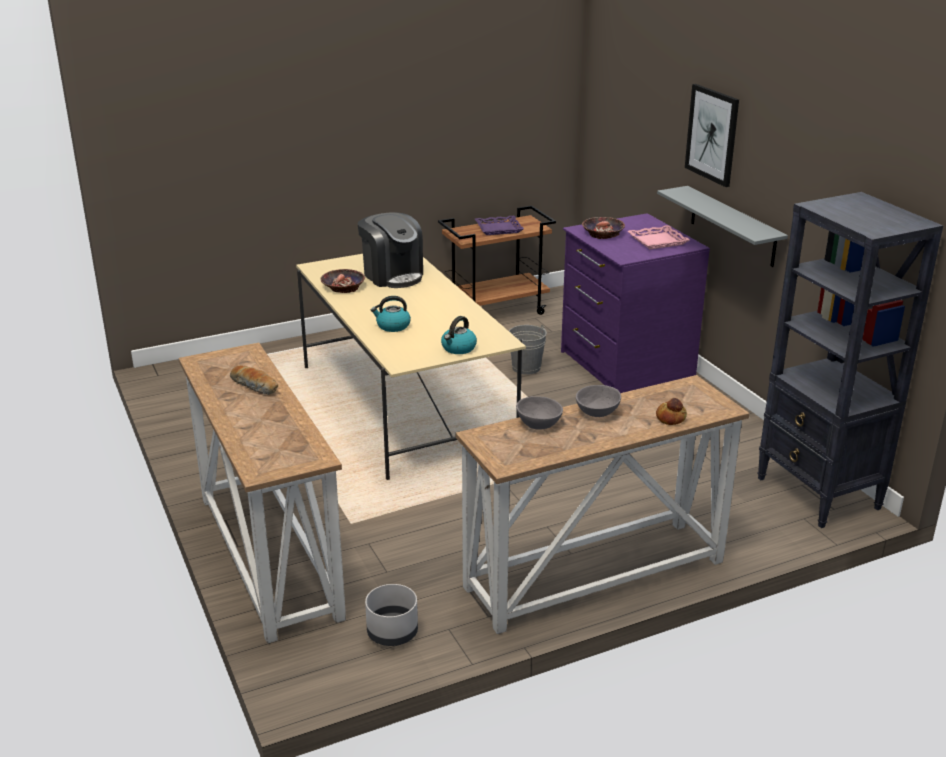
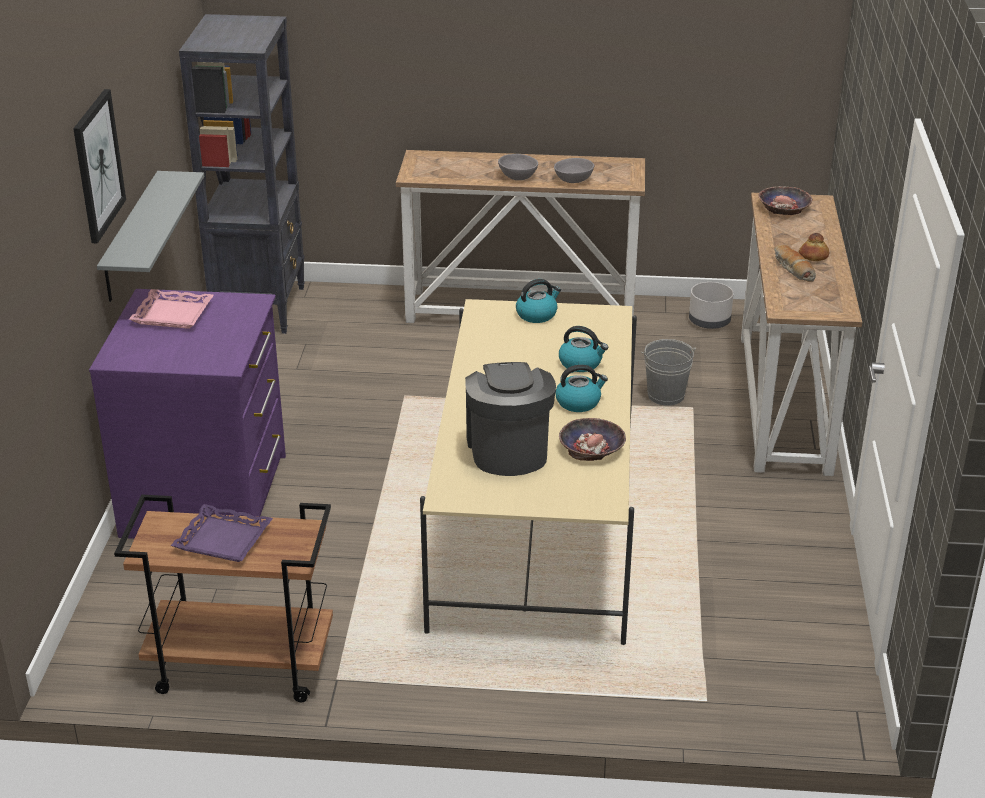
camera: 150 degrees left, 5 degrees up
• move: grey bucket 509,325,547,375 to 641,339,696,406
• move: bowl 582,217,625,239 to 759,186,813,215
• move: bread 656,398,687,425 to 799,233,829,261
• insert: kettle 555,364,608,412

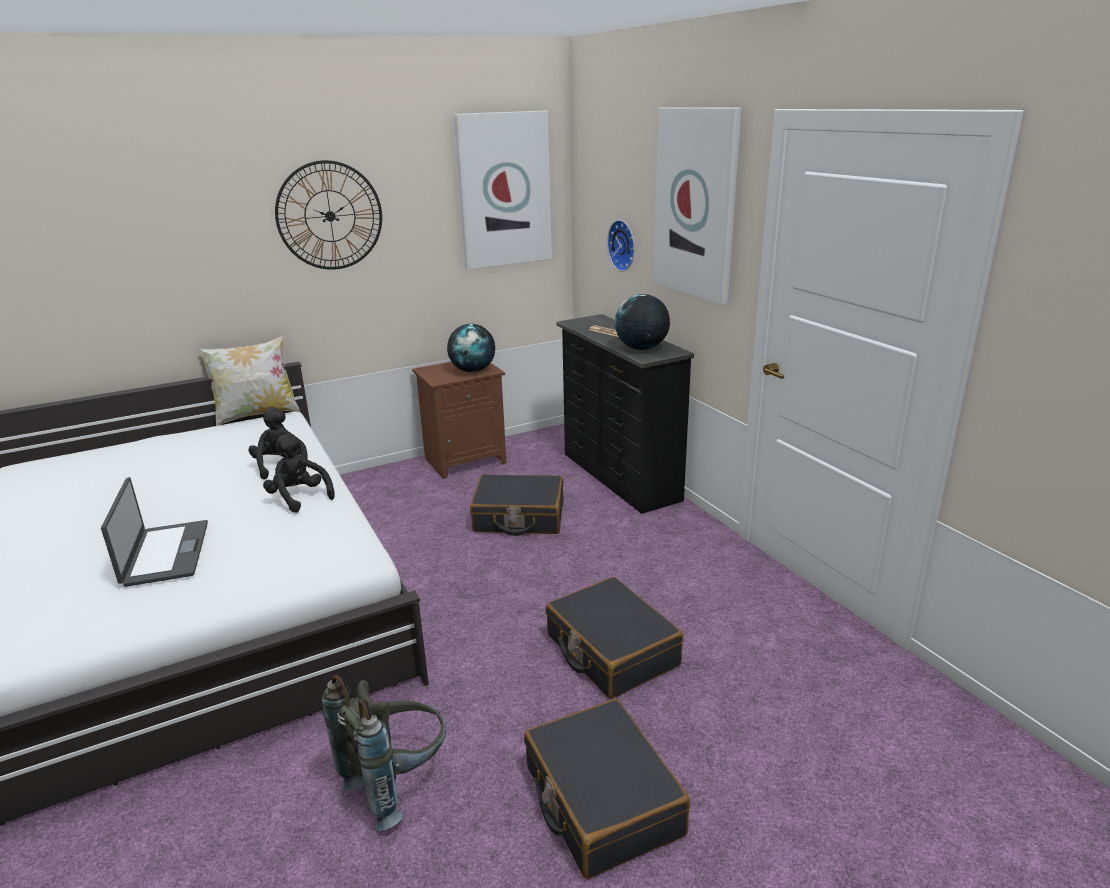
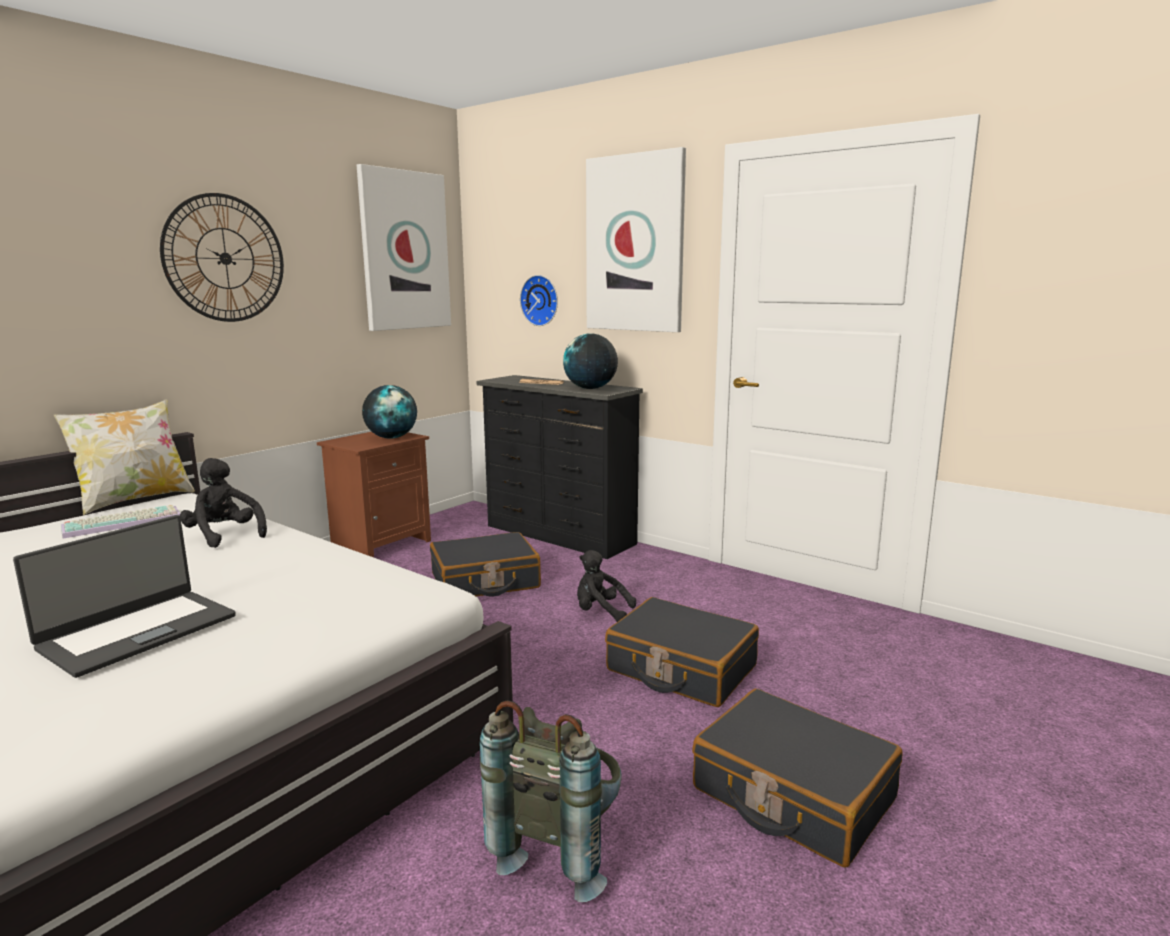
camera: 25 degrees left, 10 degrees down
• rotate: laptop 101,477,208,587 = 13,515,236,678 75 degrees clockwise
• move: black plush toy 263,434,335,513 to 577,550,636,622
• insert: keyboard 61,505,180,539

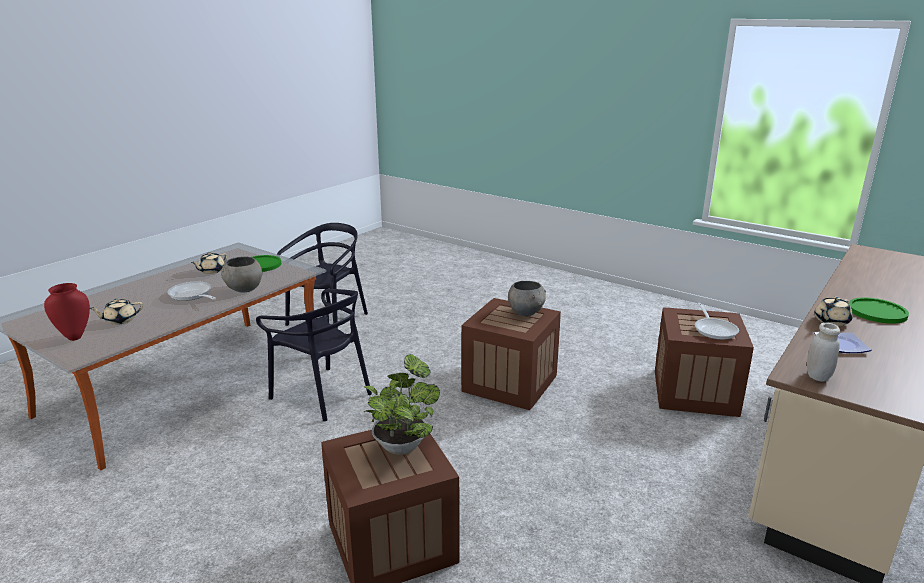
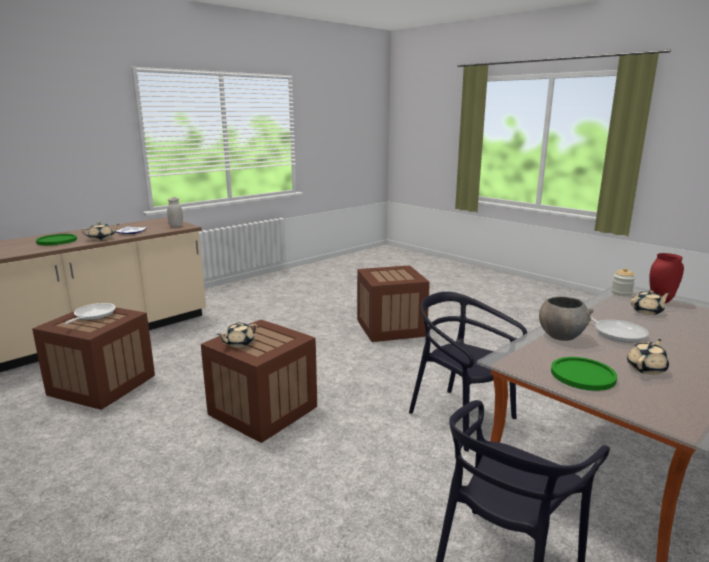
camera: 170 degrees left, 5 degrees down
• delete: potted plant 363,354,440,455
• replace: grey bowl 508,281,546,316 to beige teapot 217,322,257,348
• insert: jar 611,268,635,296

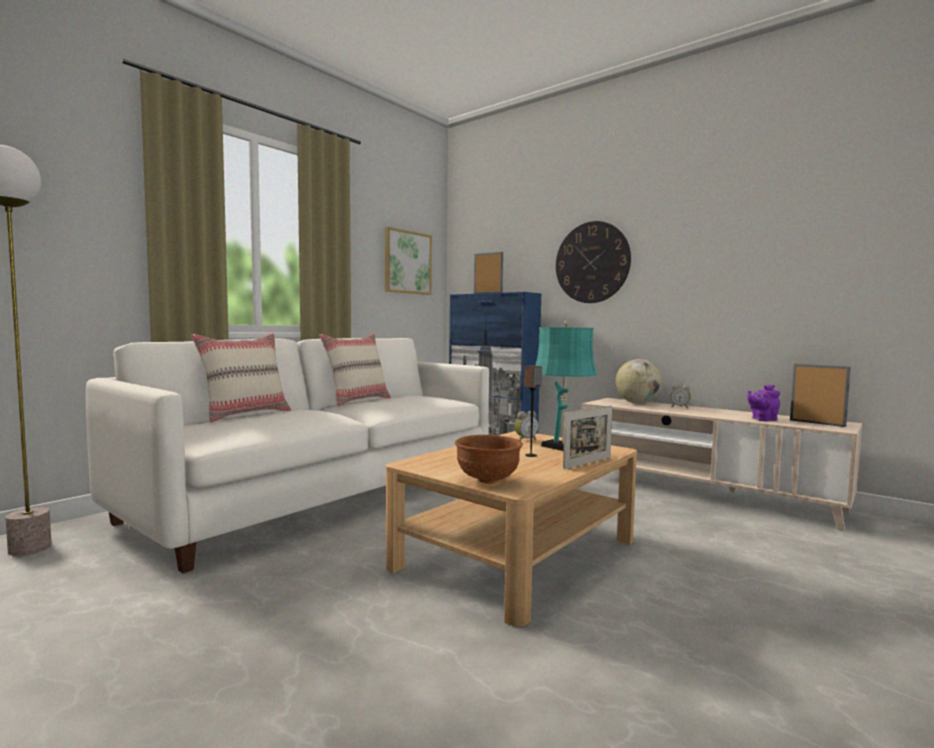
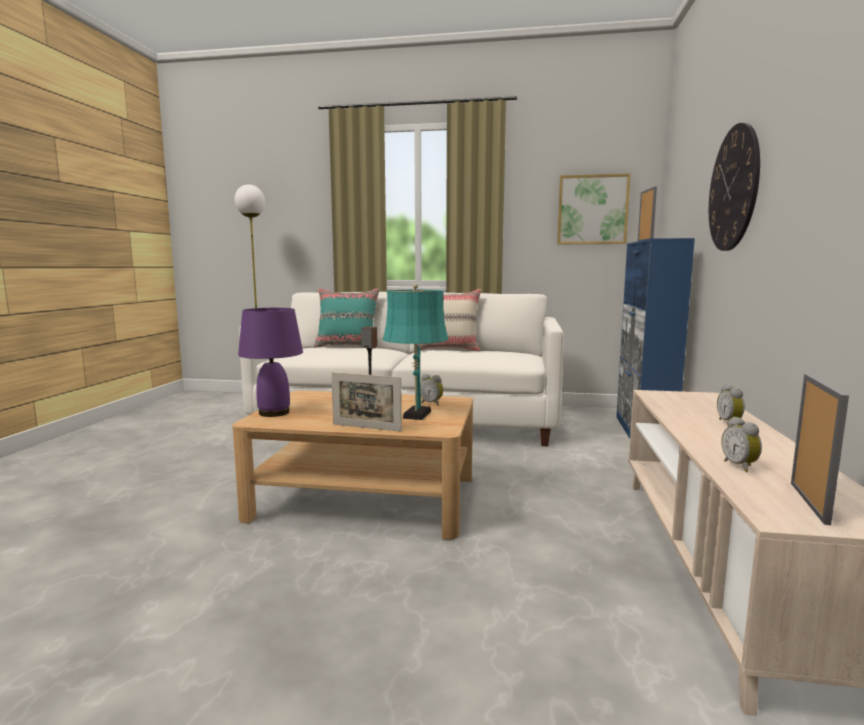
camera: 60 degrees right, 5 degrees up
• recolor: beige pillow 191,333,291,422 to turquoise pillow 314,288,380,348
• replace: brown bowl 455,435,523,484 to purple table lamp 238,308,303,417
• delete: globe 615,359,662,404
• replace: purple teapot 747,384,780,421 to alarm clock 722,416,762,472

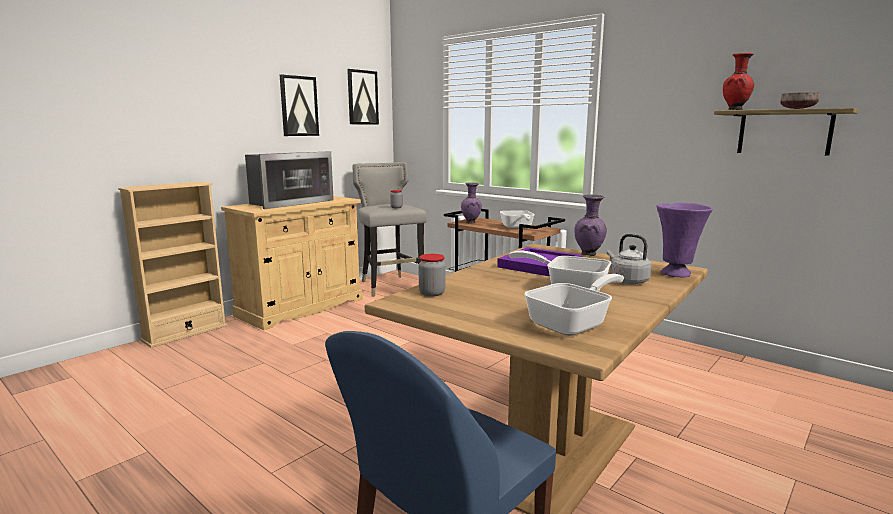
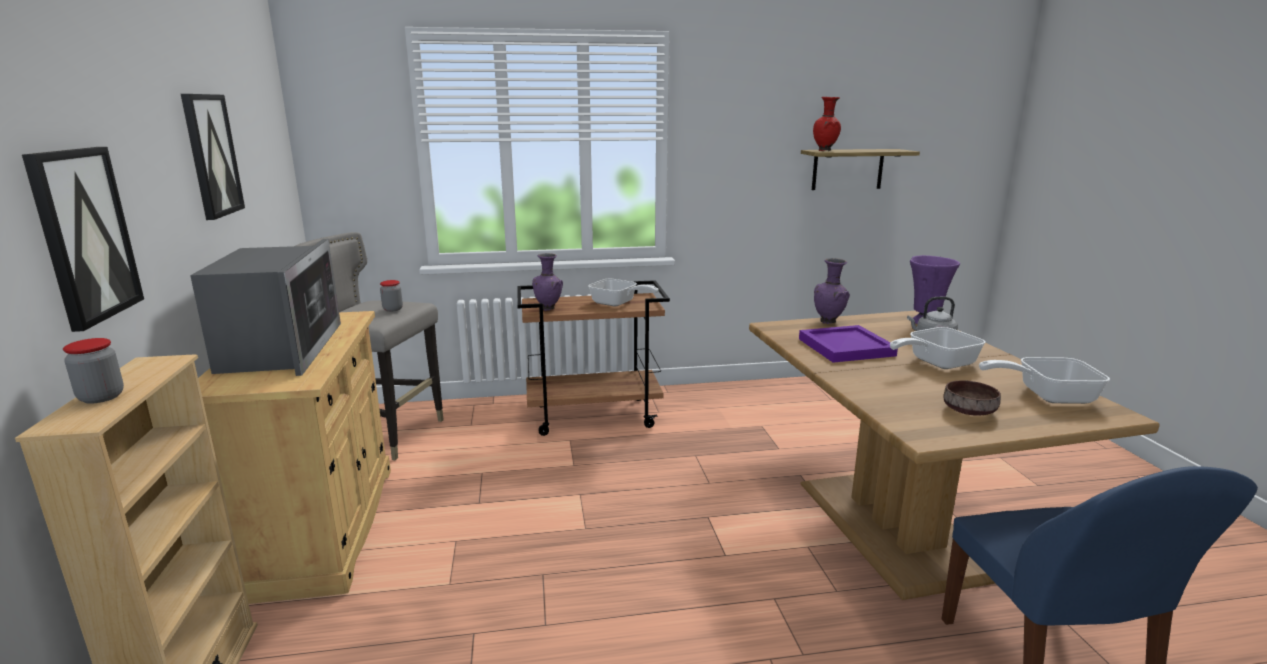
camera: 50 degrees left, 5 degrees up
• move: picture 347,69,379,125 to 22,147,144,332
• move: jar 418,254,446,297 to 63,338,124,404
• rotate: frying pan 524,274,624,336 = 979,357,1110,404 90 degrees counterclockwise
• move: brown bowl 780,92,820,109 to 943,380,1001,416

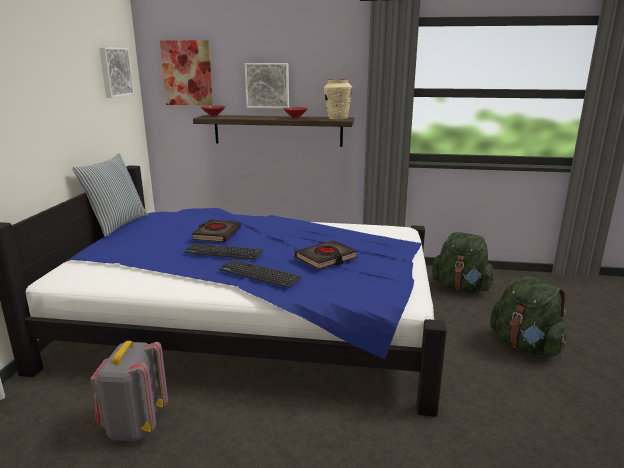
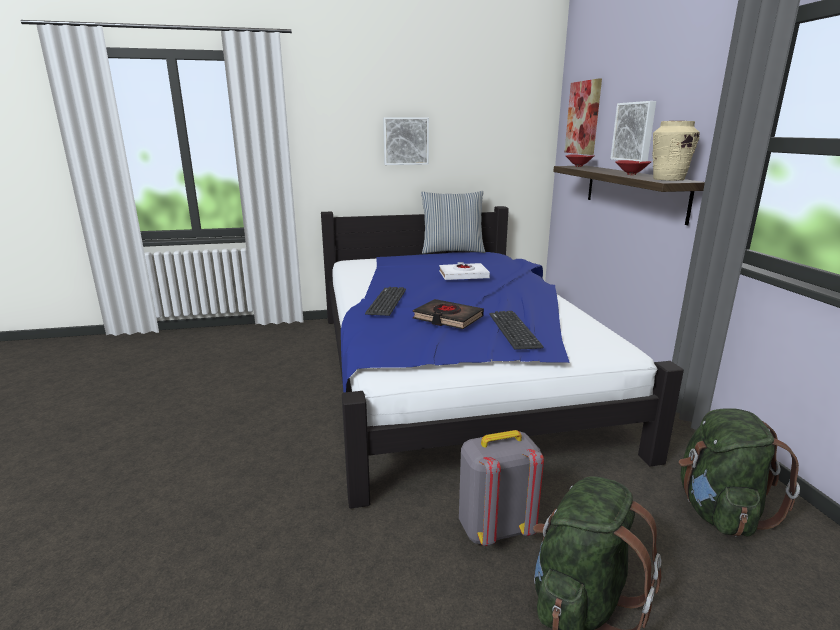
camera: 70 degrees right, 0 degrees up
• move: grey backpack 90,341,168,441 to 459,430,544,546
• move: picture 99,47,134,98 to 383,117,429,165
• move: keyboard 184,243,263,260 to 489,311,543,350
• recolor: black book 192,219,241,242 to white book 439,262,490,280

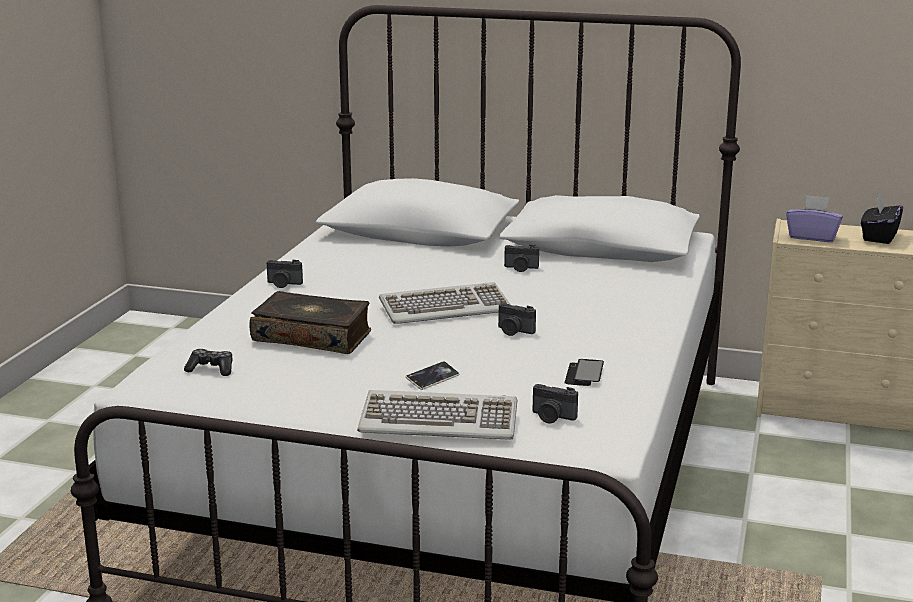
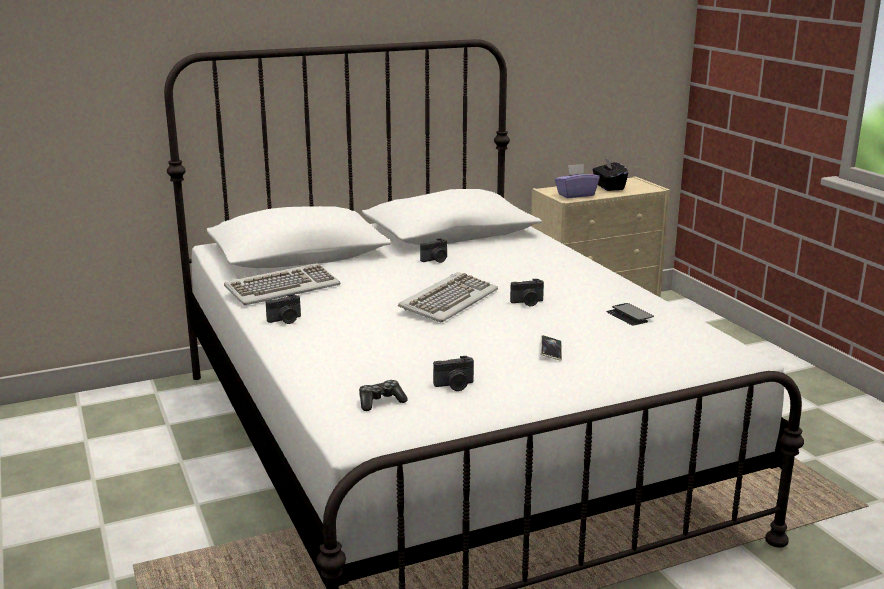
camera: 40 degrees left, 0 degrees up
• delete: book 249,291,371,354
• move: keyboard 357,390,517,440 to 224,263,341,305
• move: photo camera 533,384,578,423 to 433,356,474,391

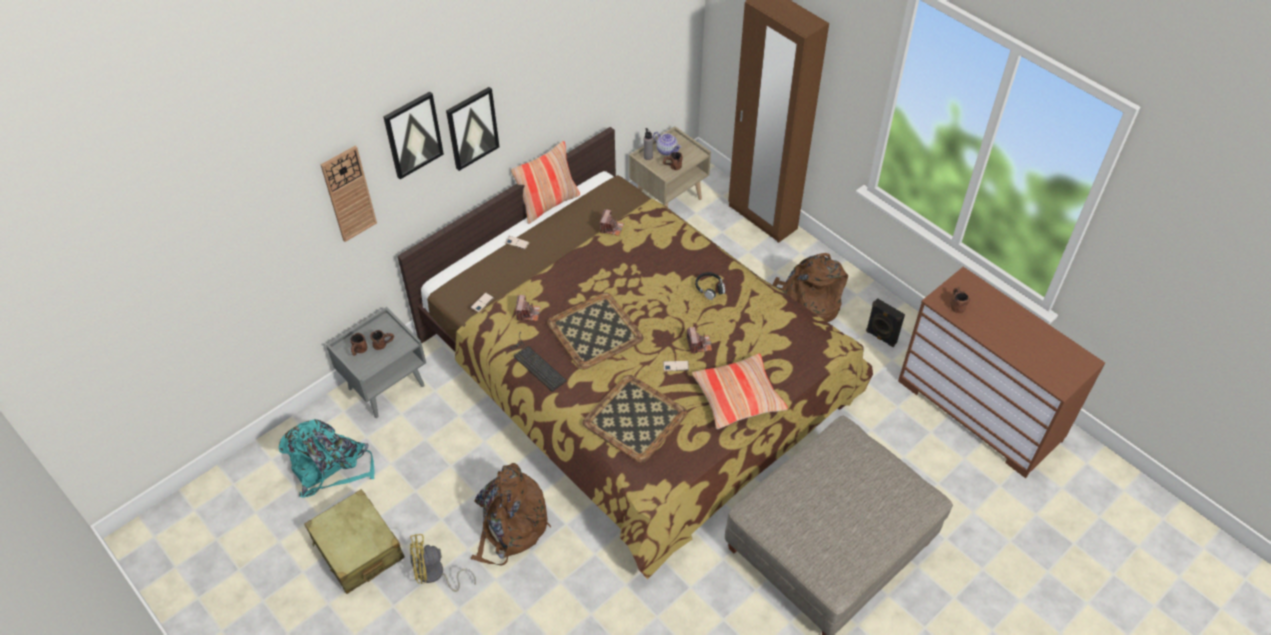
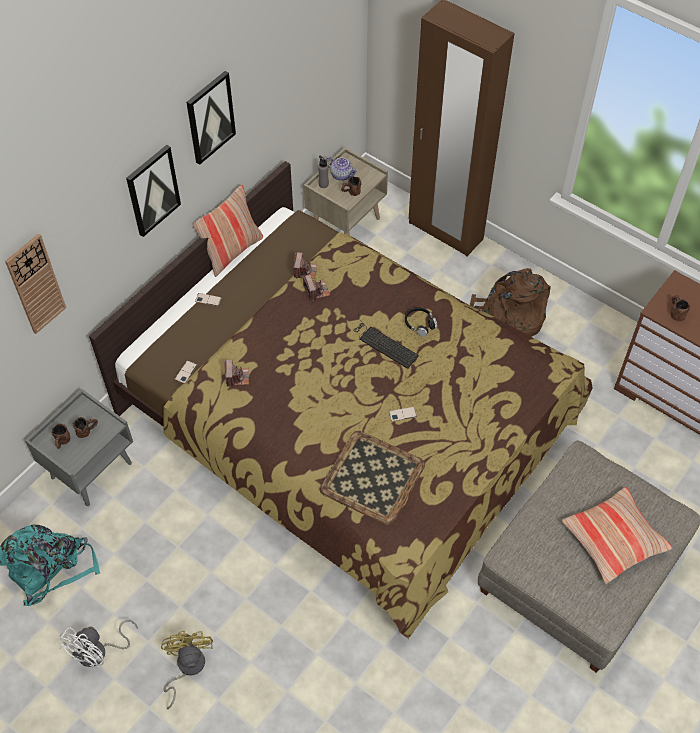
camera: 10 degrees left, 5 degrees up
• replace: beige suitcase 304,489,405,594 to white fan 60,620,138,667
• move: picture 383,91,444,179 to 186,71,236,165
• rotate: yellow fan 410,534,476,592 = 161,631,213,709 105 degrees clockwise
• delete: brown backpack 471,463,551,565
• move: keyboard 510,332,567,392 to 353,313,419,369
• delete: tray 547,293,644,369
• move: photo camera 687,327,712,354 to 303,275,330,301
• move: pillow 692,354,788,429 to 562,487,672,584
• delete: black speaker 866,298,905,347

